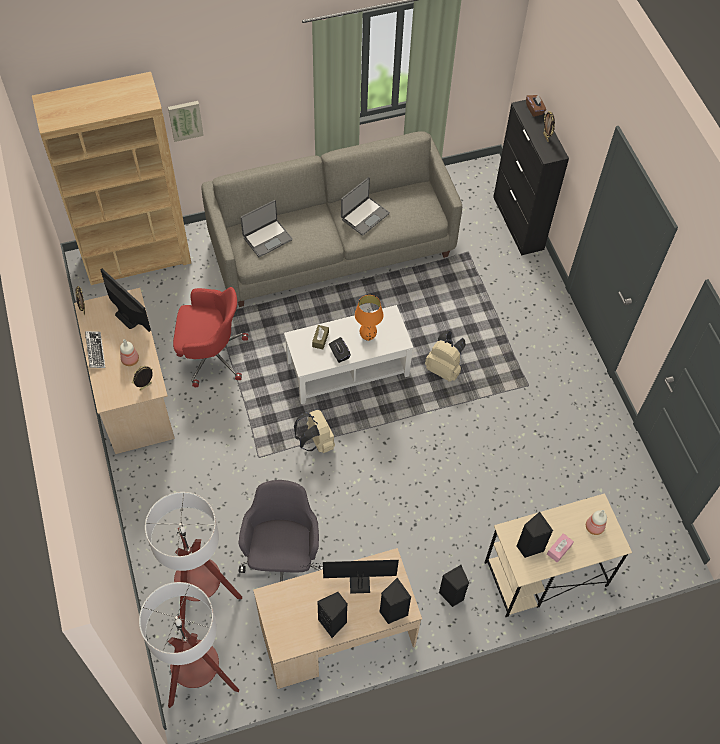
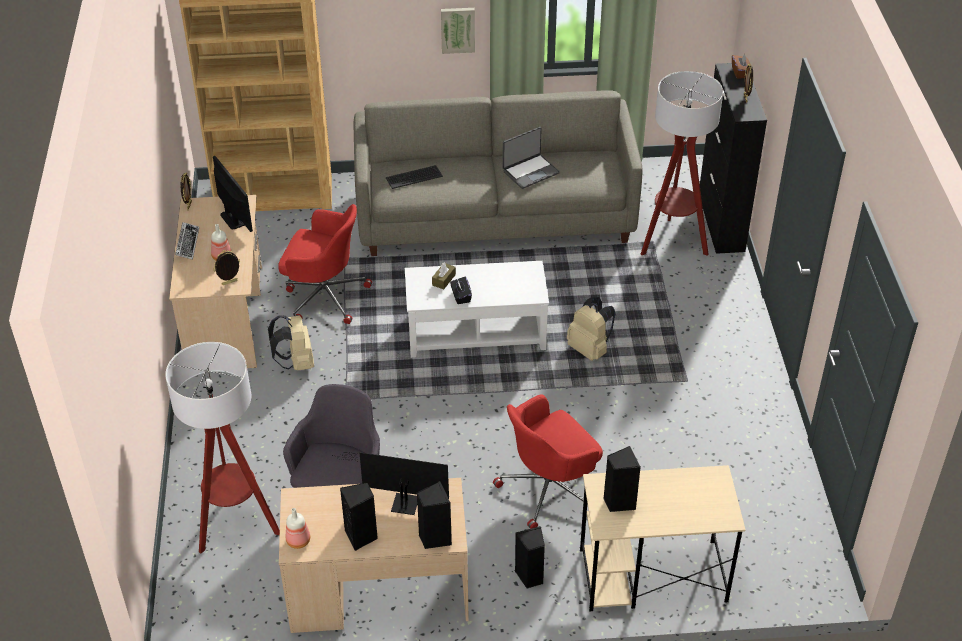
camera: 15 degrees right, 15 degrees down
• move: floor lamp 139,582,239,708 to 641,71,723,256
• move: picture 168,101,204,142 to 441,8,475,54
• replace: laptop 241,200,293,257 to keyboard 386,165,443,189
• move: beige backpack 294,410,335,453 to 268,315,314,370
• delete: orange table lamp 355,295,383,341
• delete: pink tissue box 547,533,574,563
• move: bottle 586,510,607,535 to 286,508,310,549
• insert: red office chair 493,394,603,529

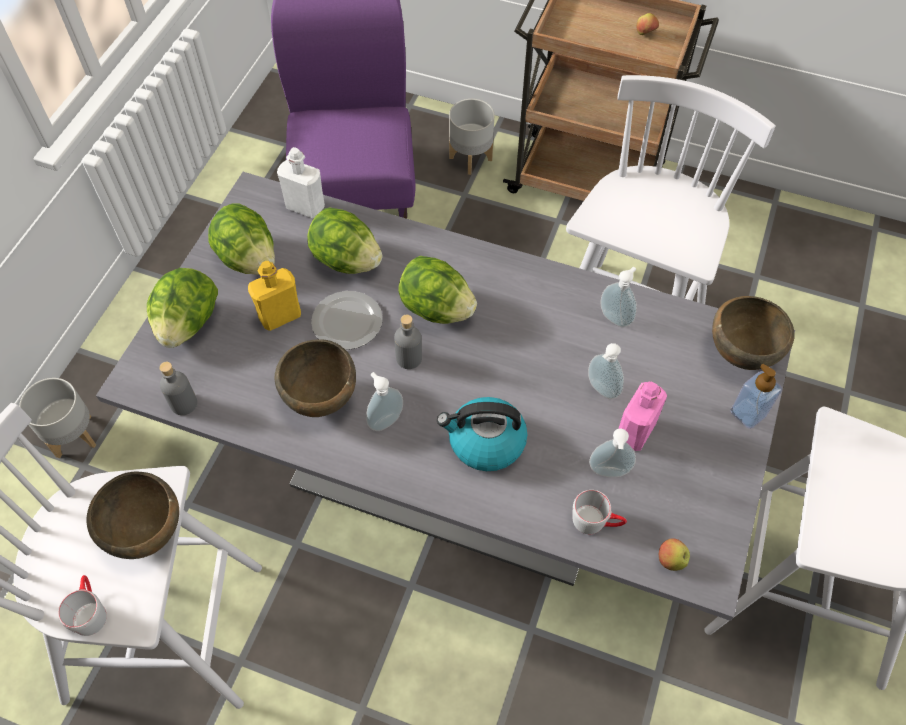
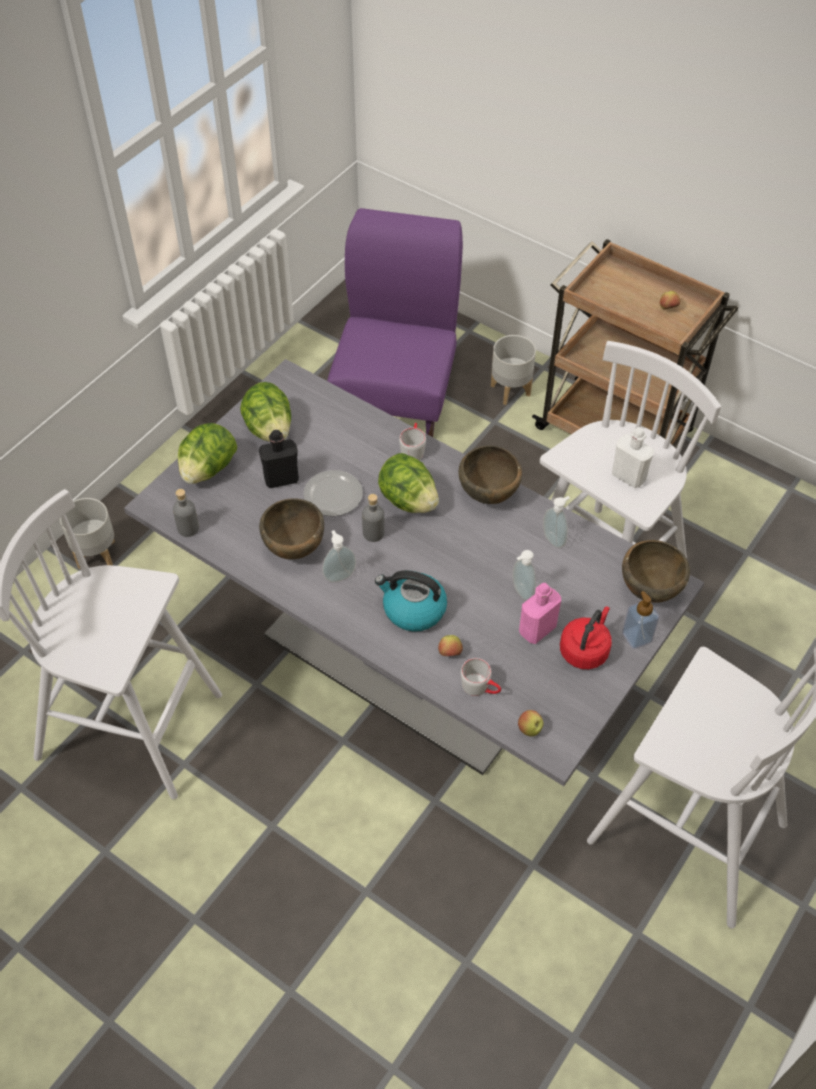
camera: 15 degrees right, 5 degrees down
• move: grey mug 58,575,107,636 to 399,423,426,460
• move: brown bowl 86,471,179,559 to 459,445,522,504
• recolor: yellow bottle 248,261,301,331 to black bottle 259,430,299,488
• move: white bottle 277,147,325,218 to 612,427,654,488
• delete: lettuce 307,207,383,274
• delete: soap dispenser 589,428,636,477
• insert: apple 438,635,463,656
• insert: red kettle 560,606,612,669

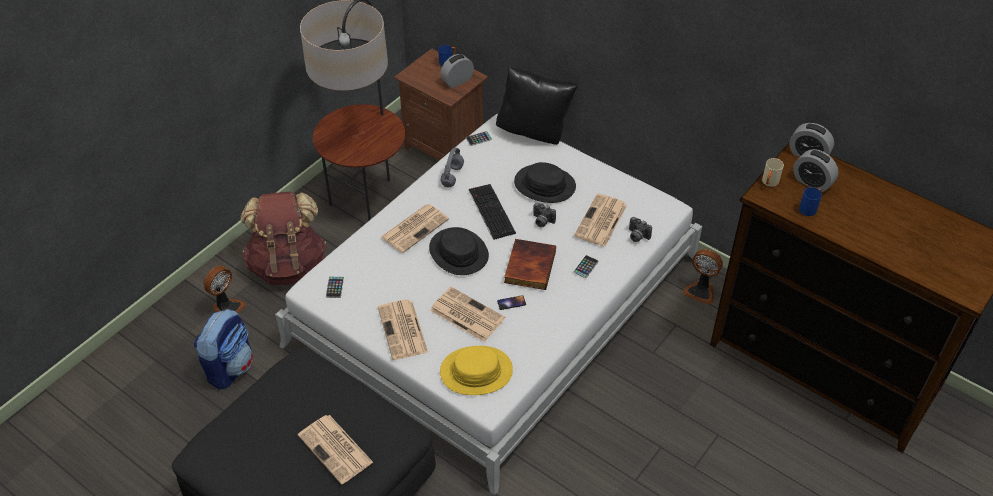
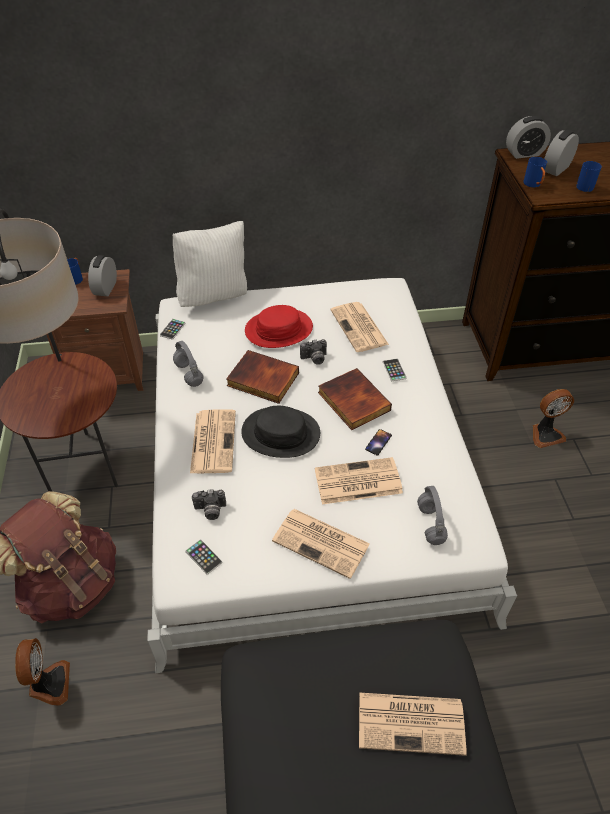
camera: 45 degrees left, 0 degrees up
• delete: backpack 194,309,253,390
• replace: yellow hat 440,346,513,395 to grey headphones 417,486,448,545
• replace: keyboard 469,184,516,240 to book 226,350,299,404
• recolor: black pillow 496,67,578,145 to white pillow 173,221,247,307
• recolor: black hat 514,162,576,203 to red hat 245,305,313,348
• move: photo camera 629,217,652,242 to 192,489,226,520
• move: fan 683,249,723,305 to 533,389,574,448
• recolor: beige mug 762,158,784,187 to blue mug 523,157,547,188
• rotate: alarm clock 793,149,839,192 = 544,130,579,176 135 degrees clockwise

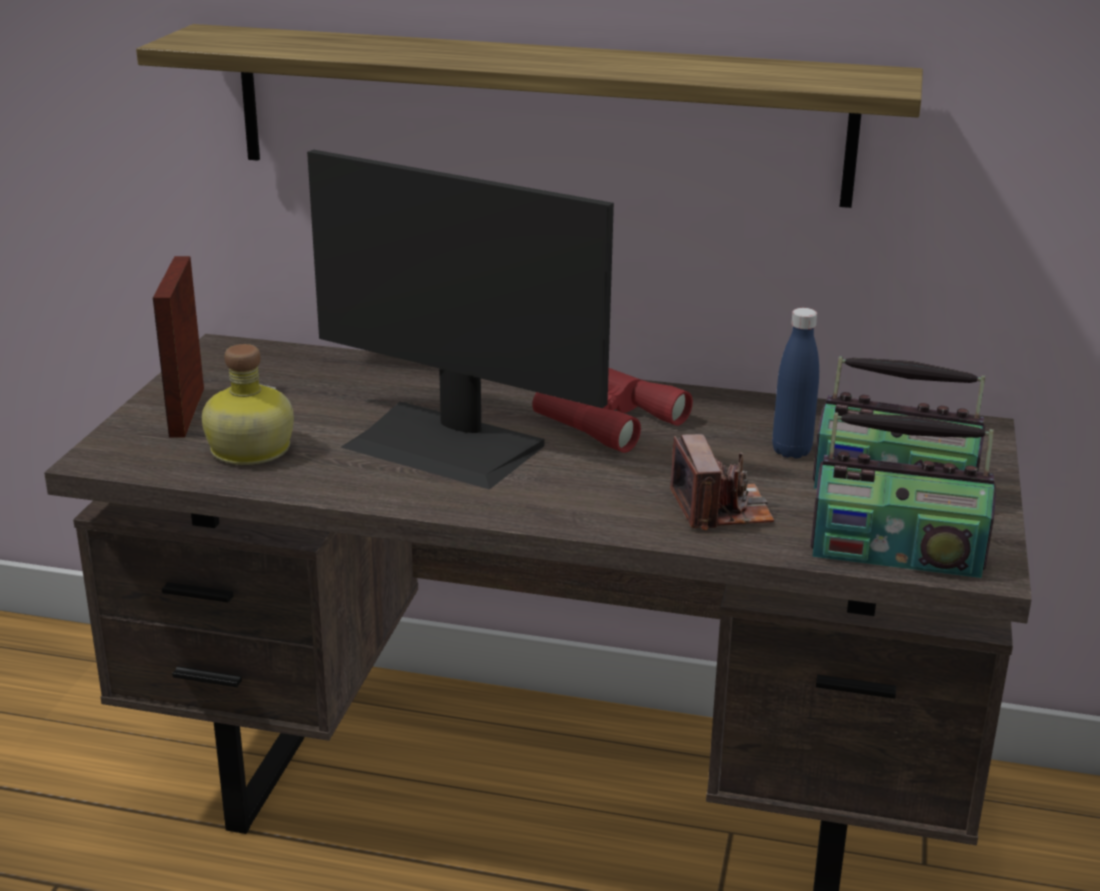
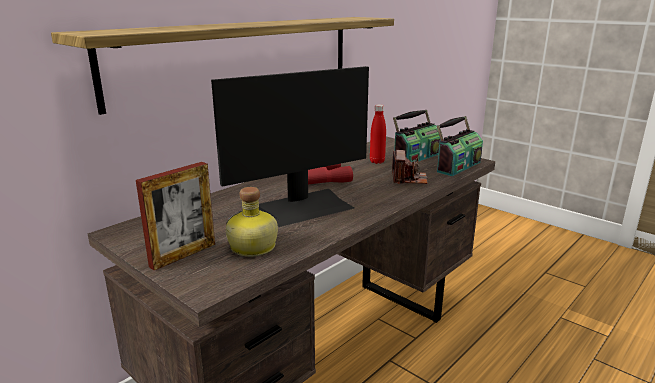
camera: 60 degrees left, 5 degrees down
• rotate: picture frame 153,256,204,438 = 136,162,215,270 75 degrees counterclockwise
• rotate: photo camera 670,434,774,530 = 392,150,428,184 75 degrees clockwise
• recolor: blue bottle 772,308,819,458 to red bottle 370,104,386,164

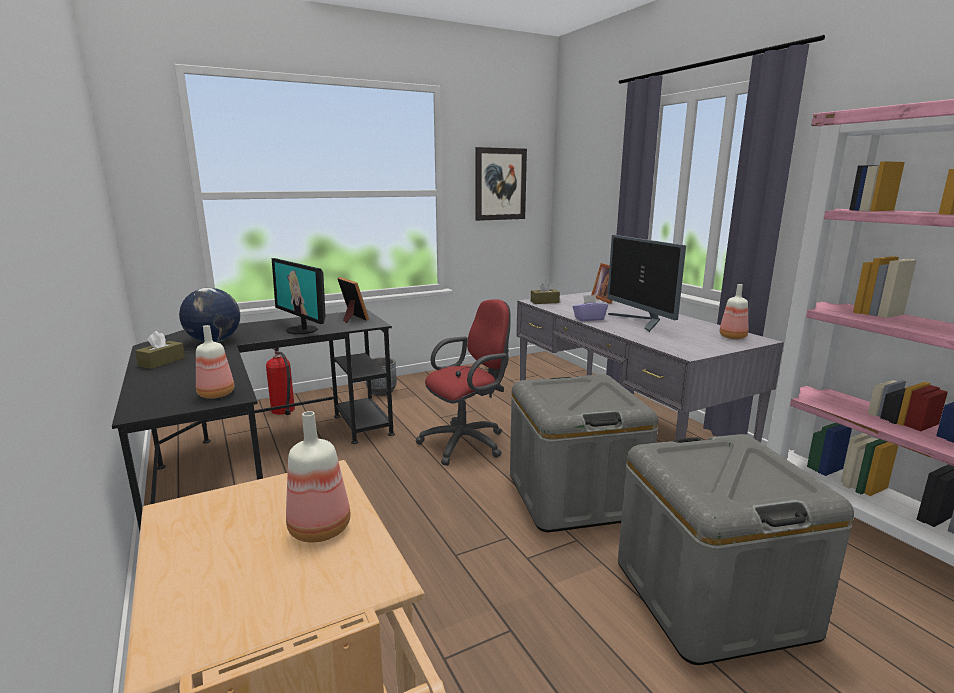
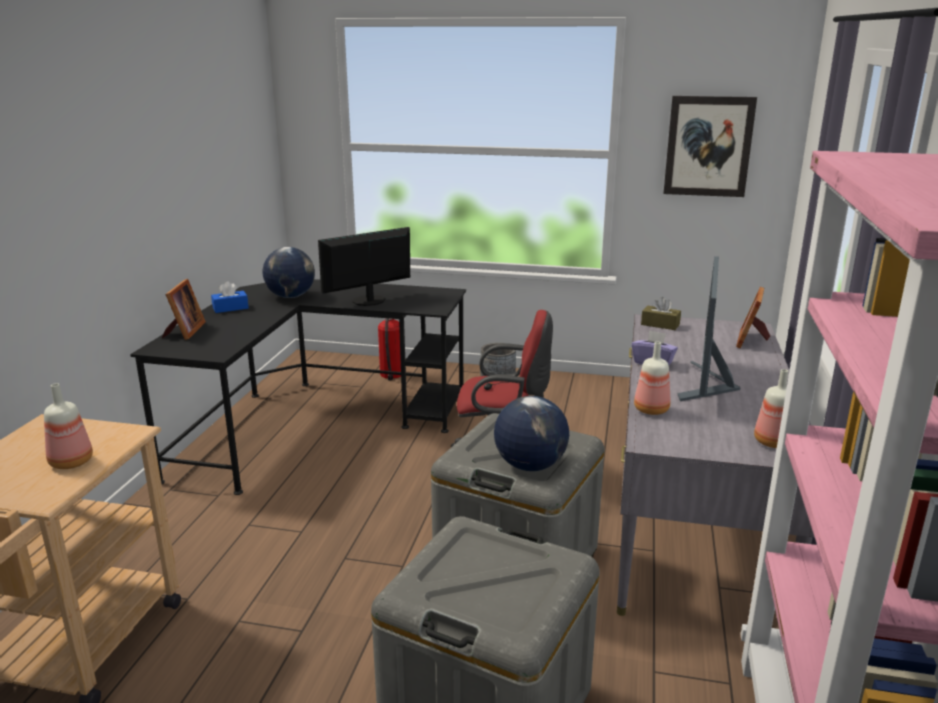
camera: 40 degrees right, 5 degrees up
• recolor: brown tissue box 135,331,185,369 to blue tissue box 211,281,249,313
• move: bottle 196,325,234,399 to 634,342,670,415
• rotate: monitor 272,258,326,334 = 318,227,410,306 60 degrees clockwise
• move: picture frame 337,277,369,323 to 162,279,206,340
• insert: globe 494,396,569,471

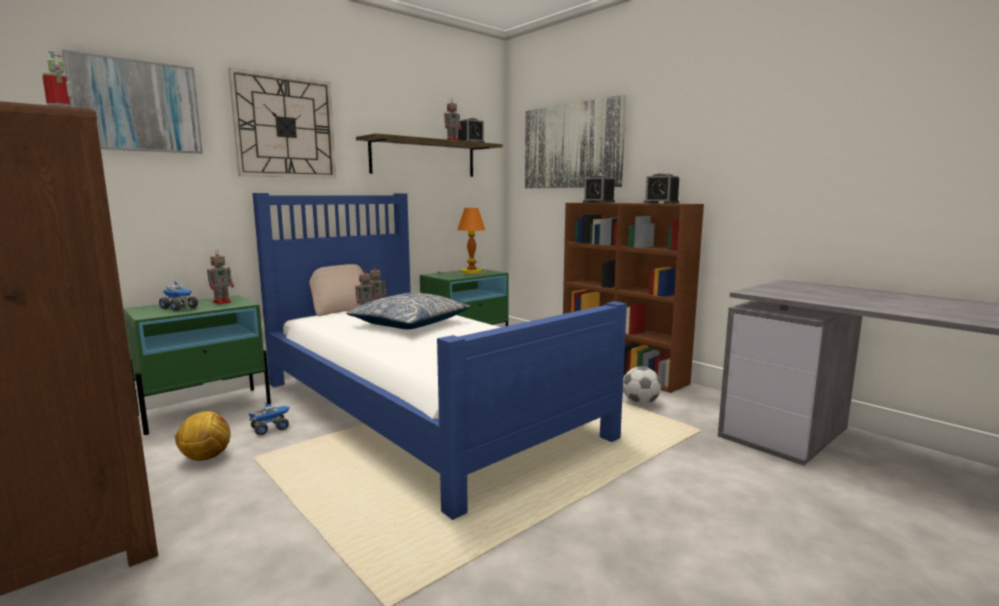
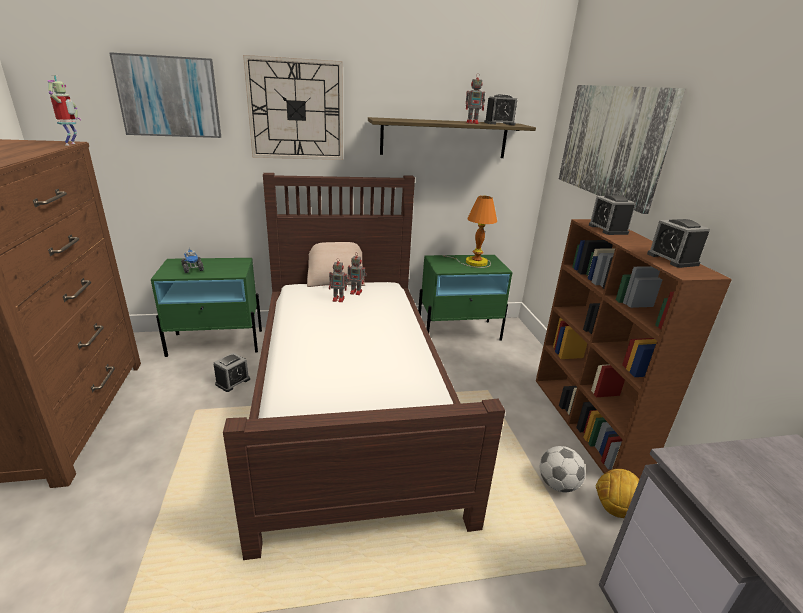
camera: 30 degrees right, 15 degrees up
• move: football 175,411,231,461 to 595,469,640,518
• delete: toy robot 207,249,234,304
• replace: toy truck 248,403,290,435 to alarm clock 214,352,250,392
• recolor: blue bed 252,193,627,520 to brown bed 223,173,505,560
• delete: pillow 346,293,471,329

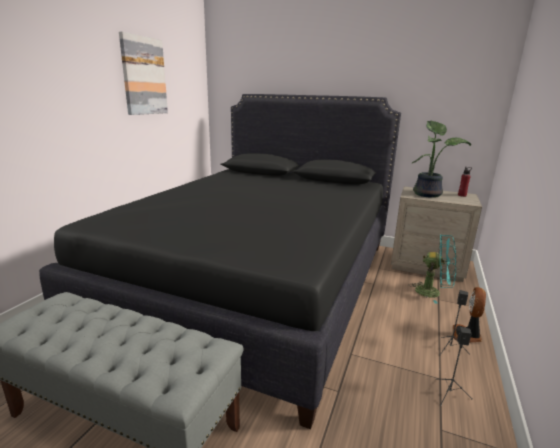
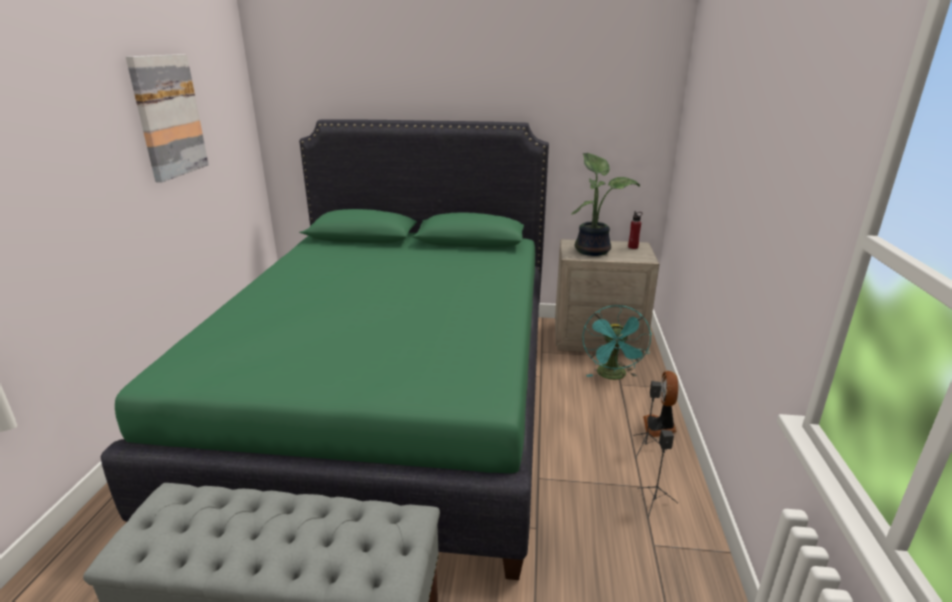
camera: 15 degrees left, 5 degrees up
• recolor: black bed 39,94,401,429 to green bed 101,119,549,580
• rotate: turquoise fan 411,234,456,304 = 582,305,652,380 90 degrees clockwise

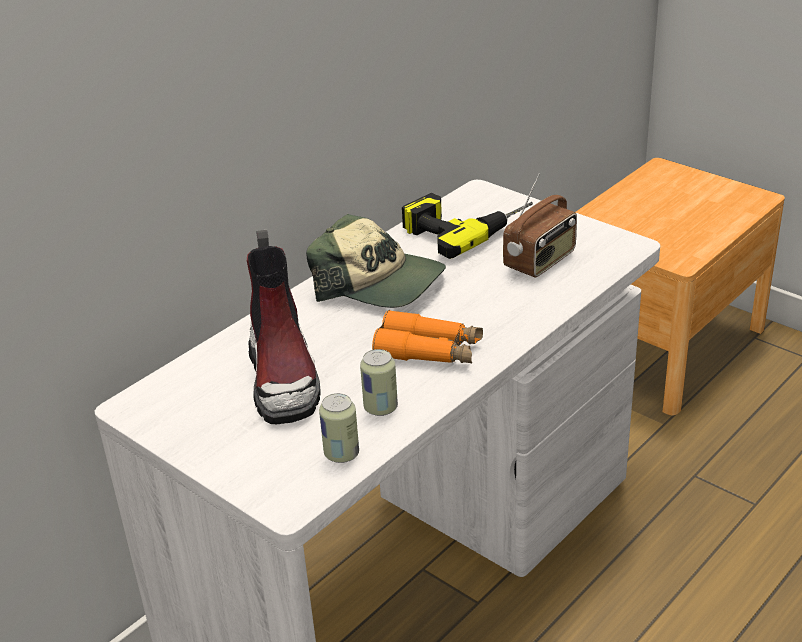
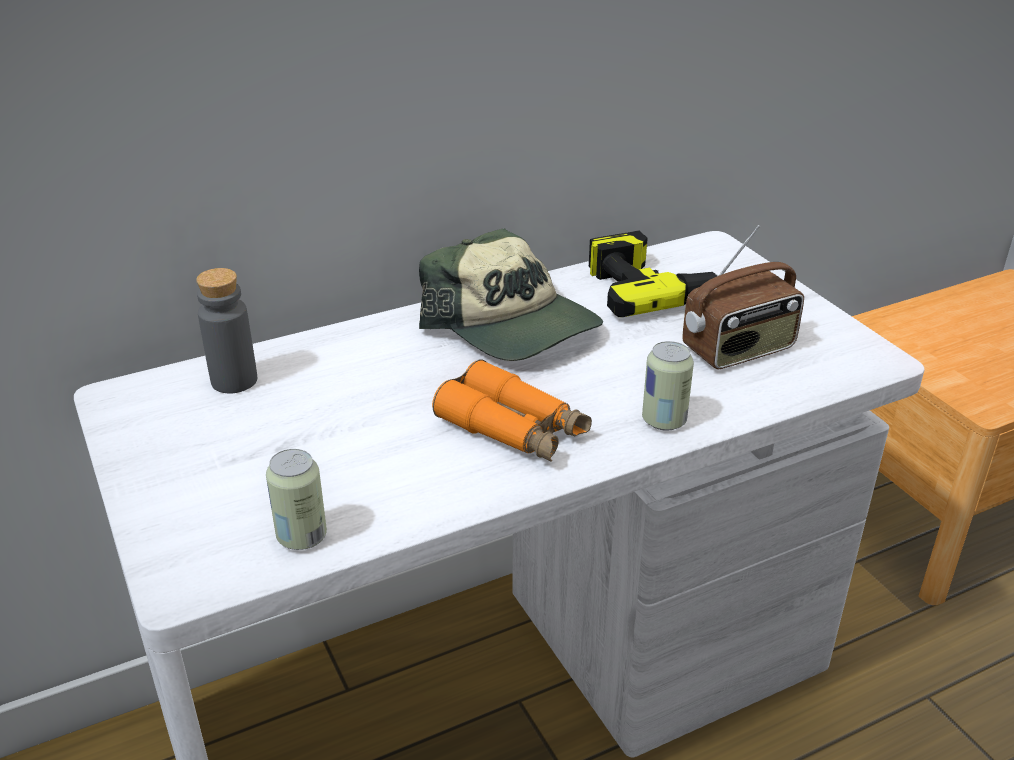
camera: 20 degrees right, 0 degrees up
• delete: boot 247,229,320,424
• move: can 360,349,398,416 to 642,341,694,431
• insert: grey bottle 196,268,257,393

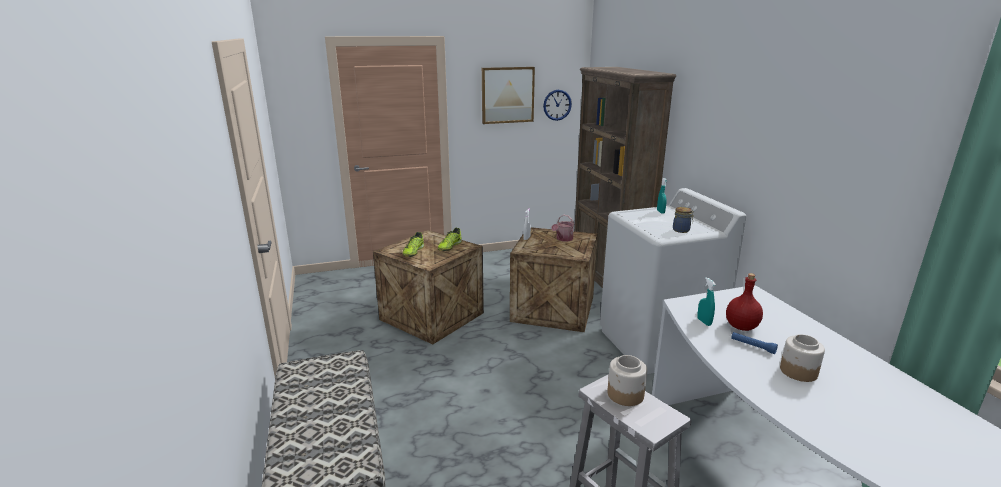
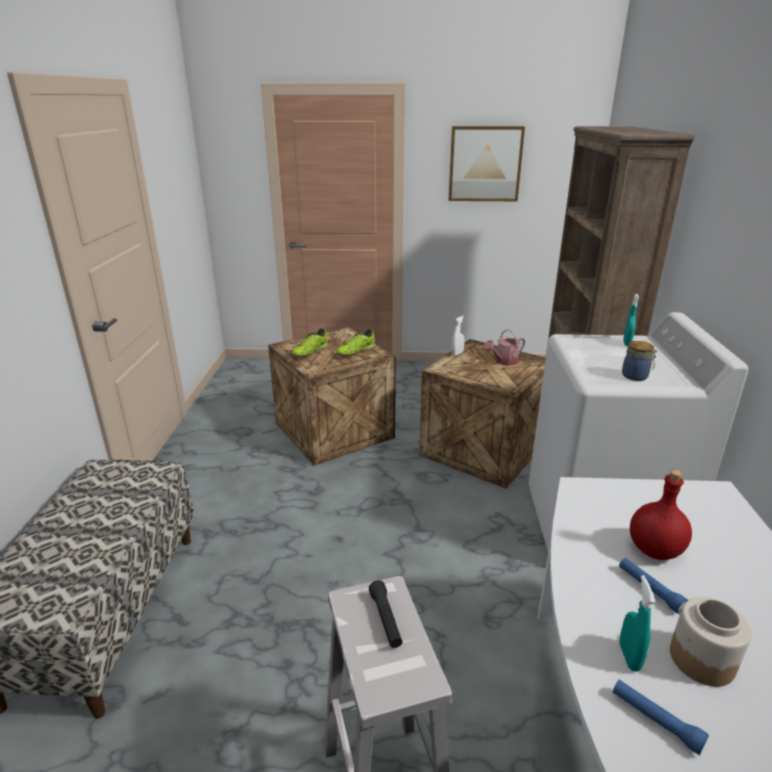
camera: 20 degrees right, 5 degrees up
• delete: wall clock 543,90,572,121
• replace: jar 607,355,647,406 to black flashlight 369,580,402,648
• move: turquoise spray bottle 697,277,716,326 to 619,575,656,672
• insert: blue flashlight 613,679,709,756

